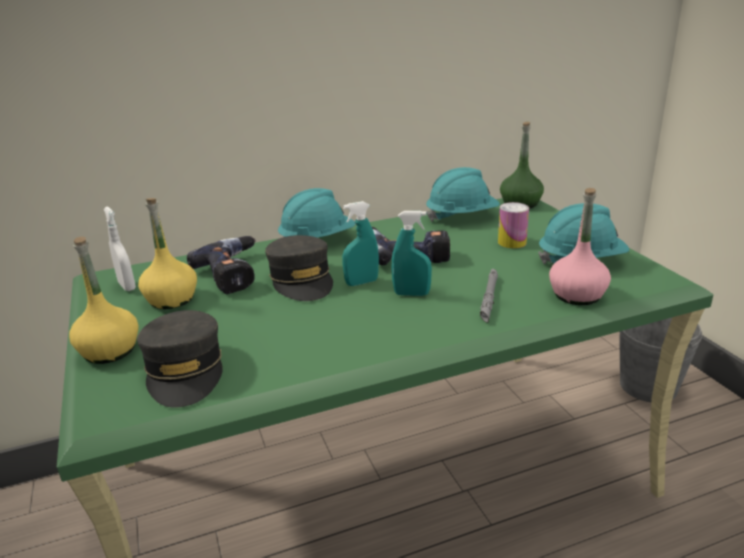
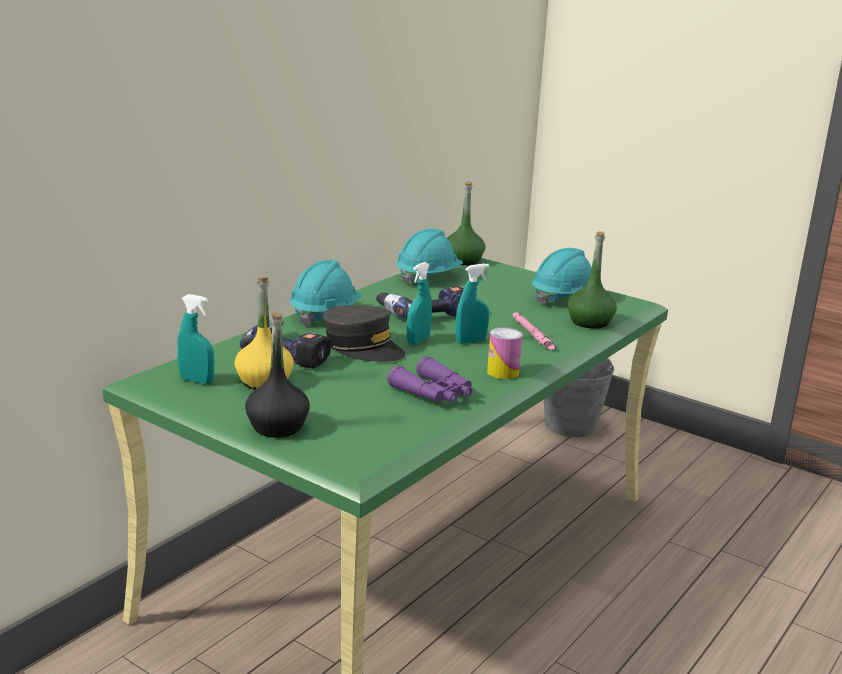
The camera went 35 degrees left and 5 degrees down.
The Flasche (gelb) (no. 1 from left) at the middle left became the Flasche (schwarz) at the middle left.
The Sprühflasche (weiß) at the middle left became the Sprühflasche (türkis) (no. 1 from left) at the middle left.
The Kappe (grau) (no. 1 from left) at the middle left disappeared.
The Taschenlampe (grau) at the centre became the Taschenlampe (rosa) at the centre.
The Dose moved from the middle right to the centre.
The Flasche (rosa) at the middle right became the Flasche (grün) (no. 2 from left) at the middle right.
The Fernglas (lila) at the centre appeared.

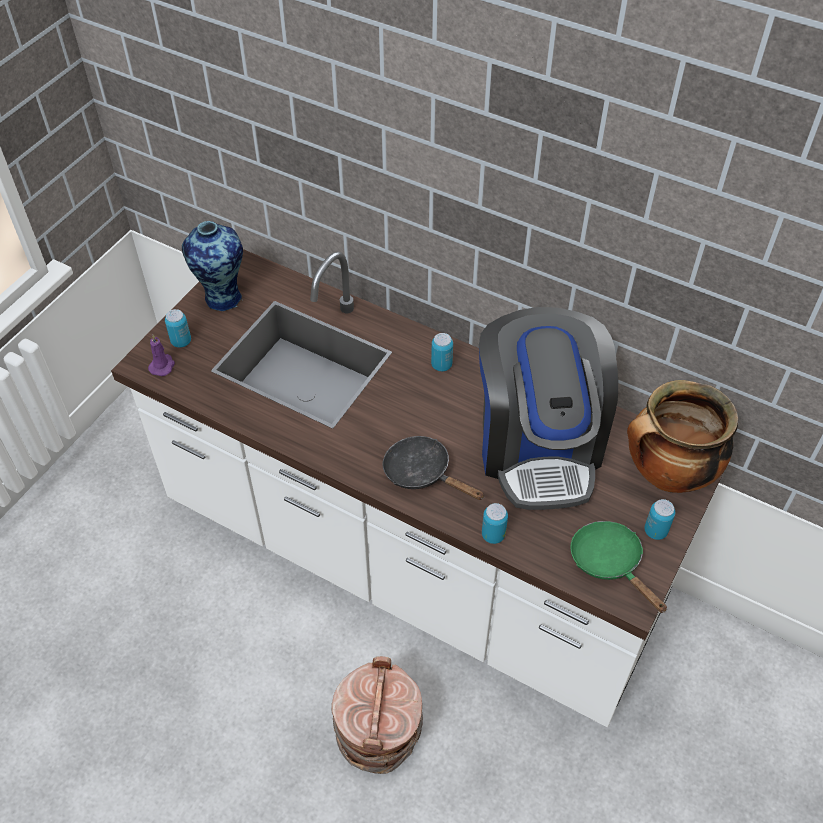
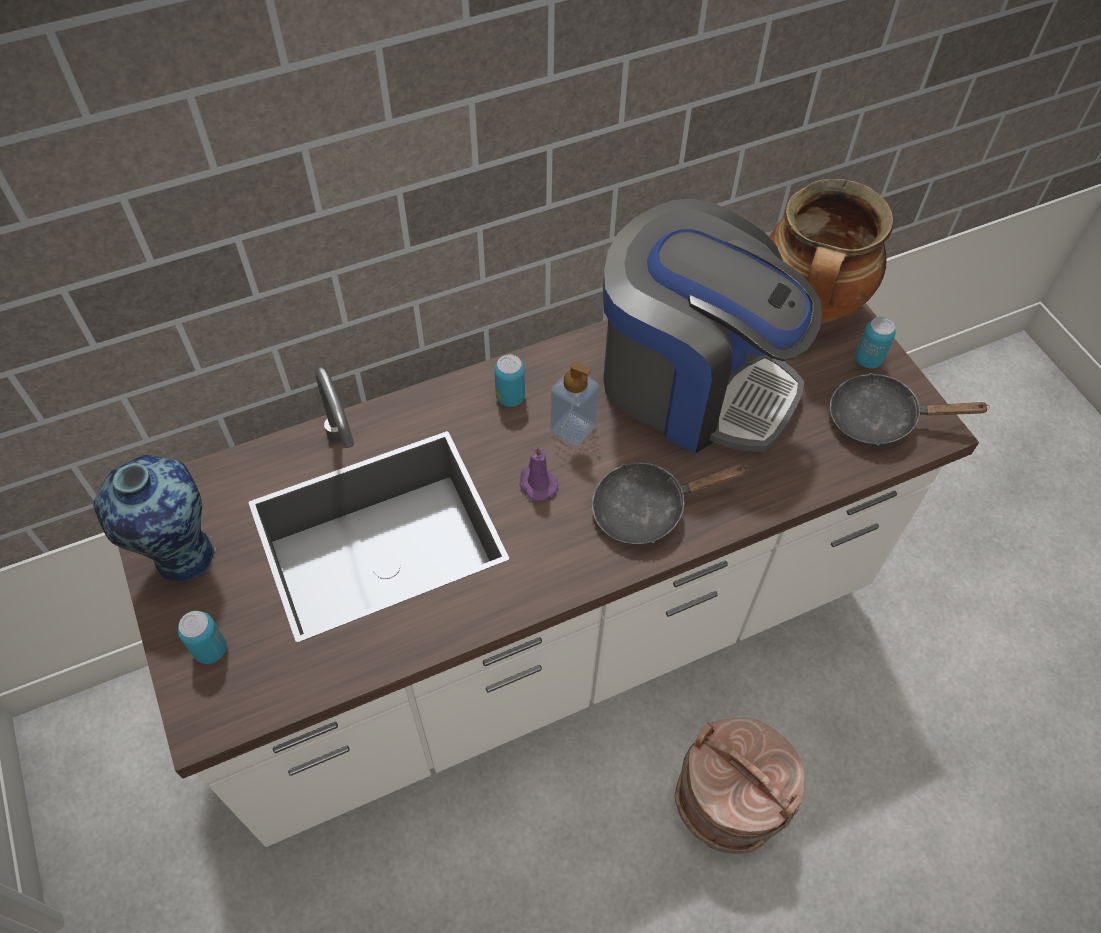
The camera went 55 degrees left and 5 degrees up.
The Kerze (lila) moved from the middle left to the centre.
The Dose (no. 3 from left) at the centre disappeared.
The Pfanne (grün) at the bottom right became the Pfanne (schwarz) (no. 2 from left) at the middle right.
The Seifenspender at the centre appeared.

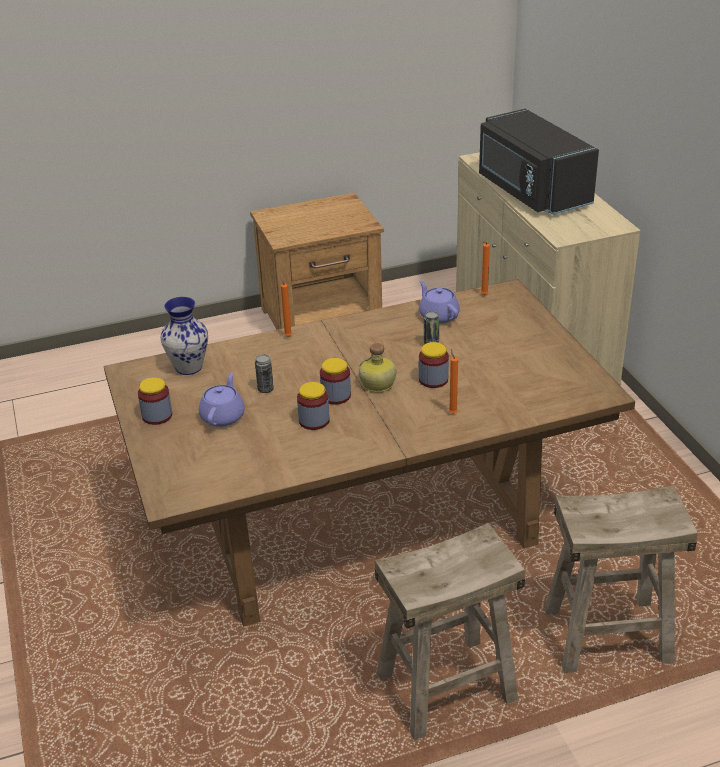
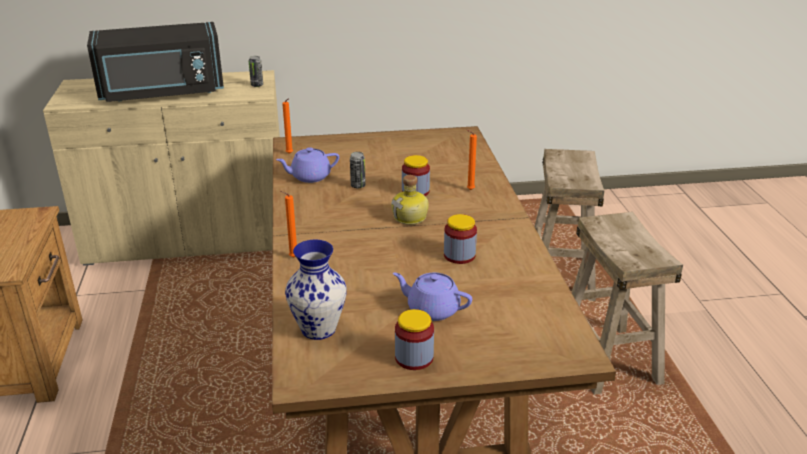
The camera went 80 degrees left and 5 degrees down.
The Dose (no. 1 from left) moved from the centre to the top left.
The Vorratsglas (no. 3 from left) at the centre disappeared.

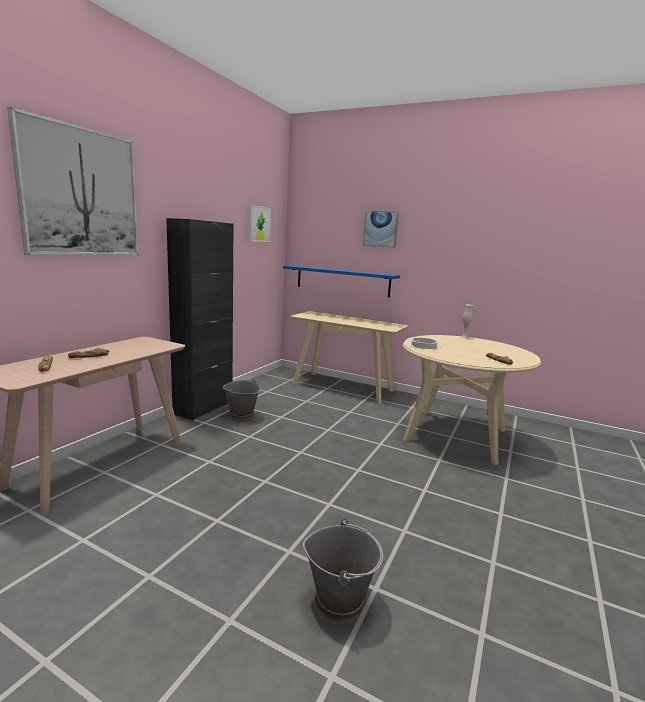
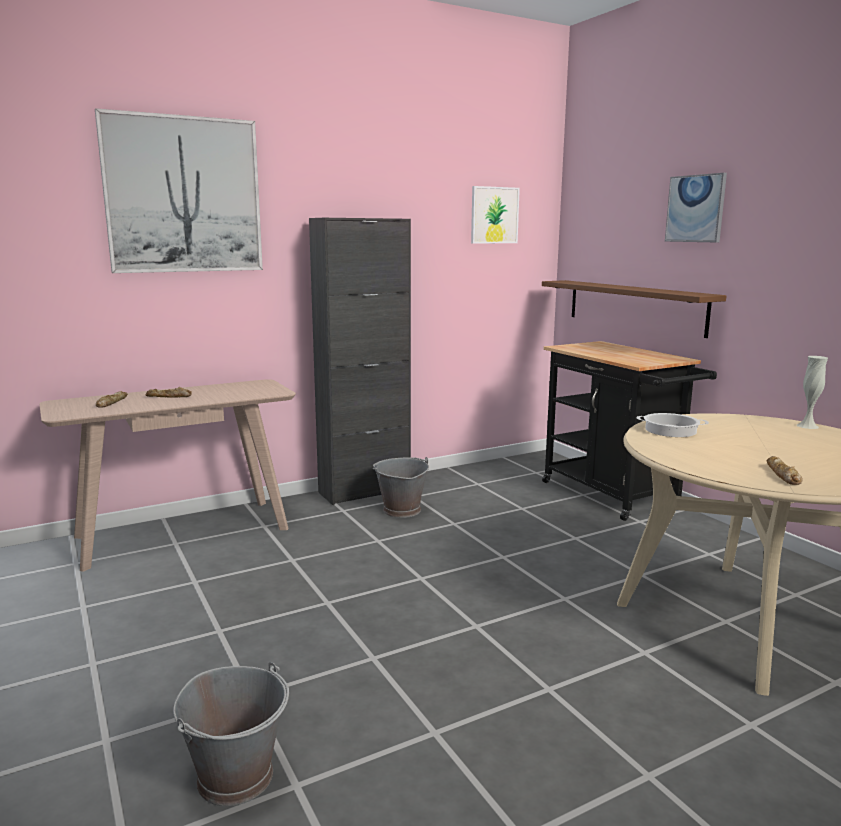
The camera went 35 degrees right and 0 degrees up.
The Wandregal (blau) at the centre became the Wandregal (braun) at the middle right.
The Konsolentisch (beige) (no. 2 from left) at the centre was replaced by the Rollwagen (schwarz) at the middle right.

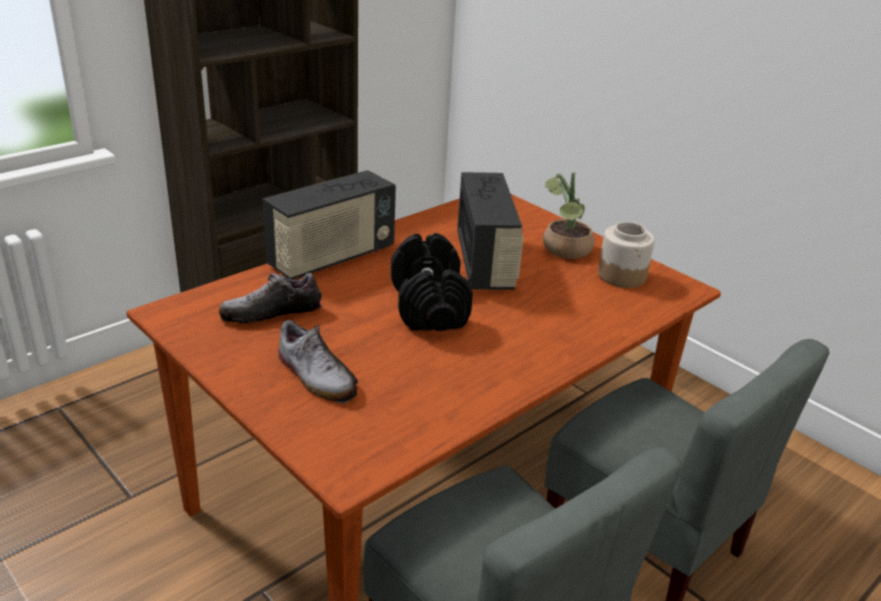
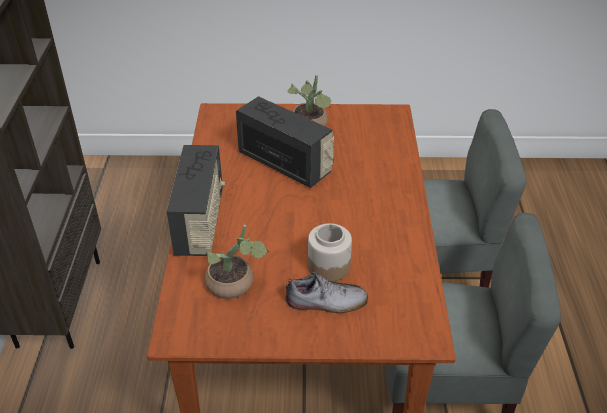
The camera went 45 degrees left and 10 degrees up.
The Schuh (no. 1 from left) at the middle left was replaced by the Topfpflanze (no. 1 from left) at the centre.
The Hantel (schwarz) at the centre disappeared.
The Vorratsglas moved from the middle right to the centre.

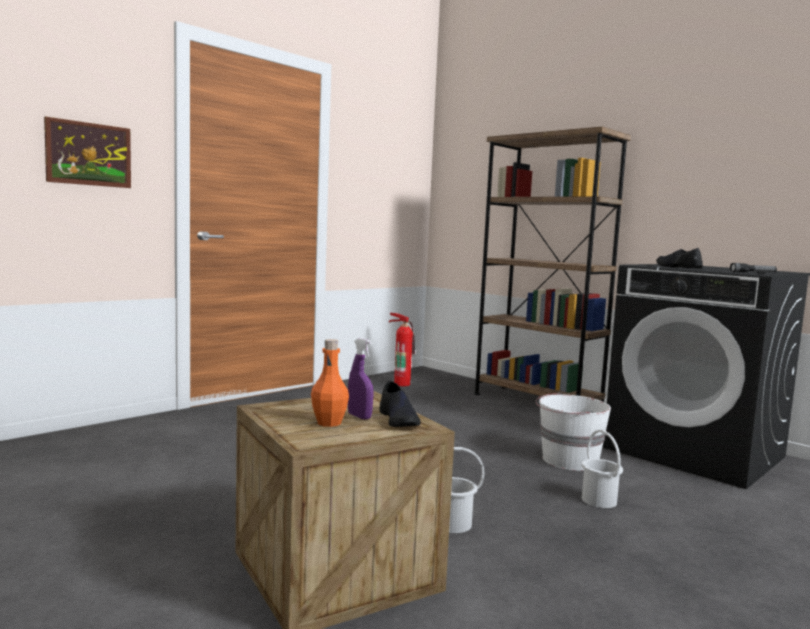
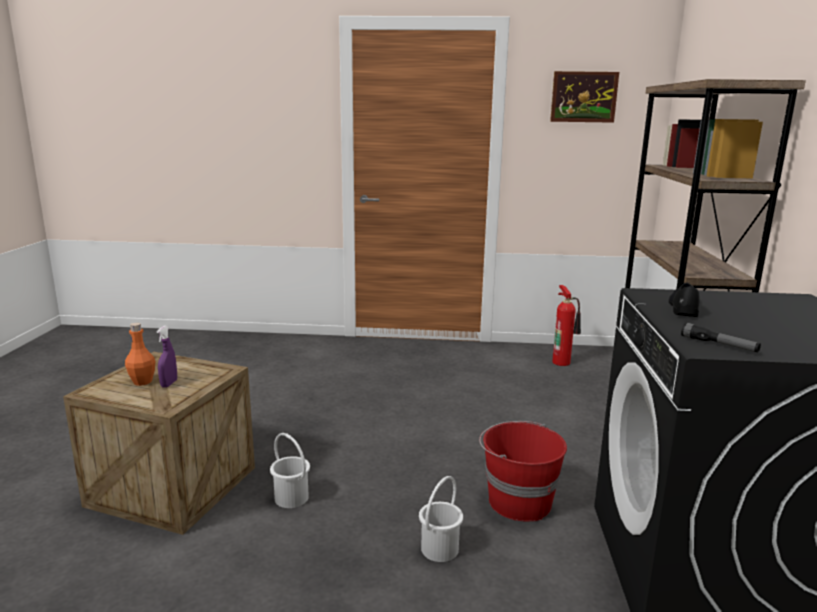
The camera went 50 degrees right and 10 degrees up.
The Bild moved from the top left to the top right.
The Schuh (schwarz) (no. 1 from left) at the centre disappeared.
The Eimer (weiß) (no. 2 from left) at the bottom right became the Eimer (rot) at the bottom centre.

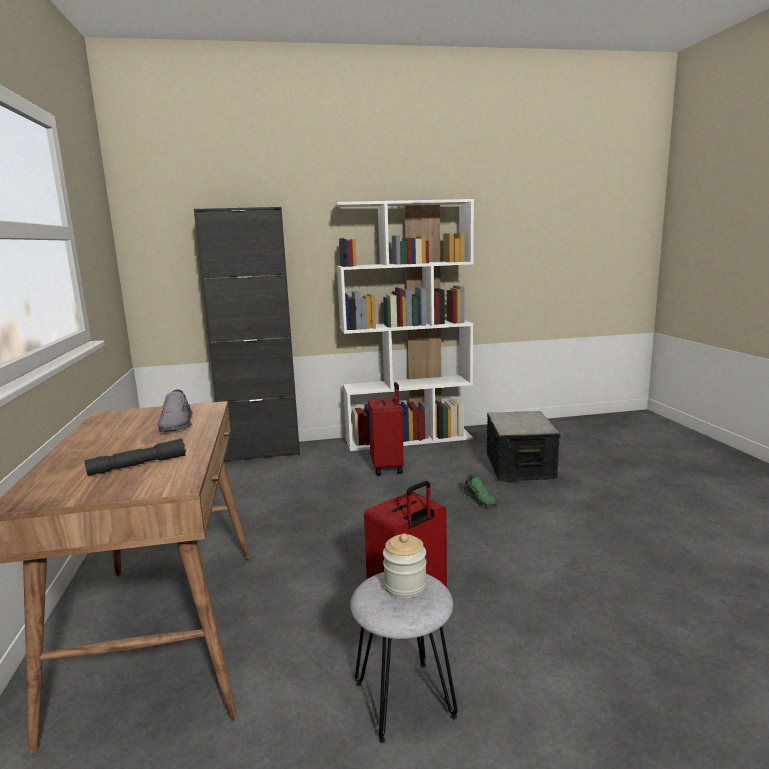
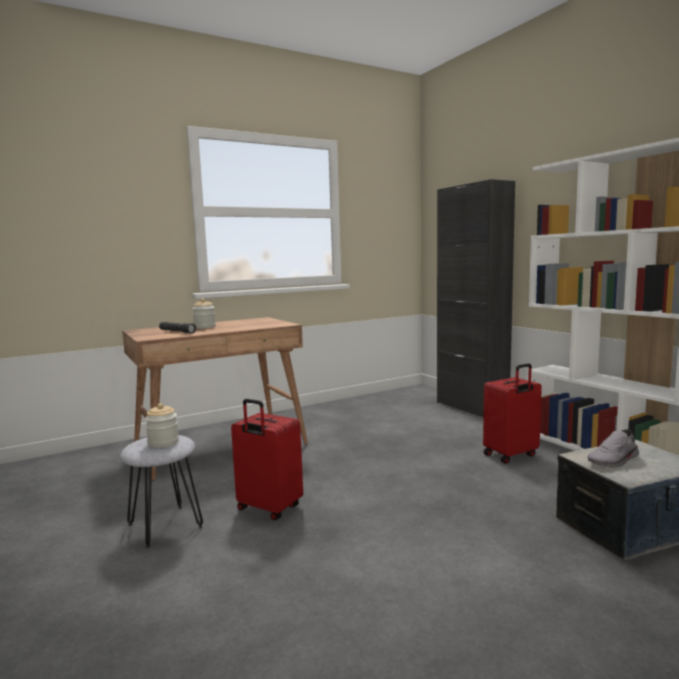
The camera went 70 degrees right and 5 degrees down.
The Schuh (grau) moved from the middle left to the middle right.
The Schuh (grün) at the centre disappeared.
The Vorratsglas (no. 2 from left) at the middle left appeared.

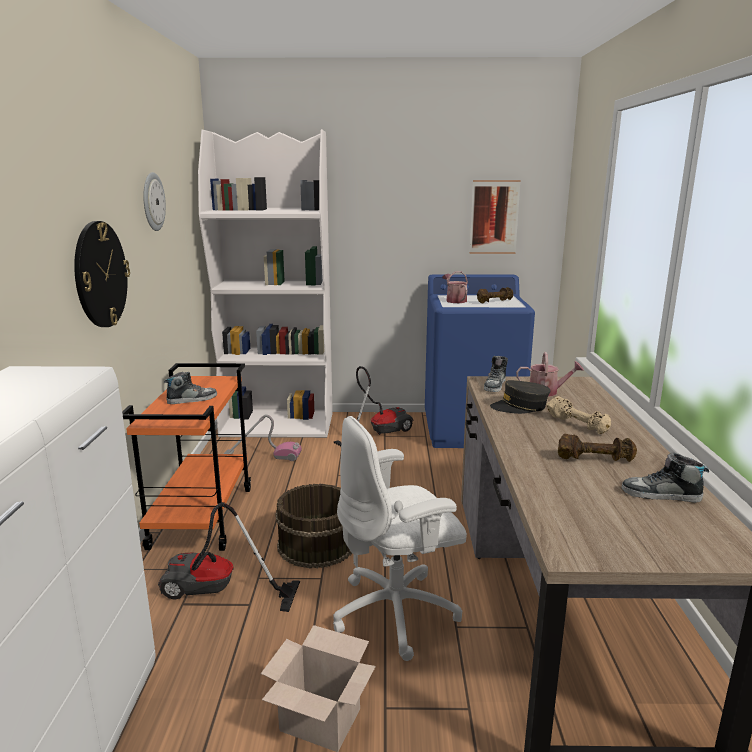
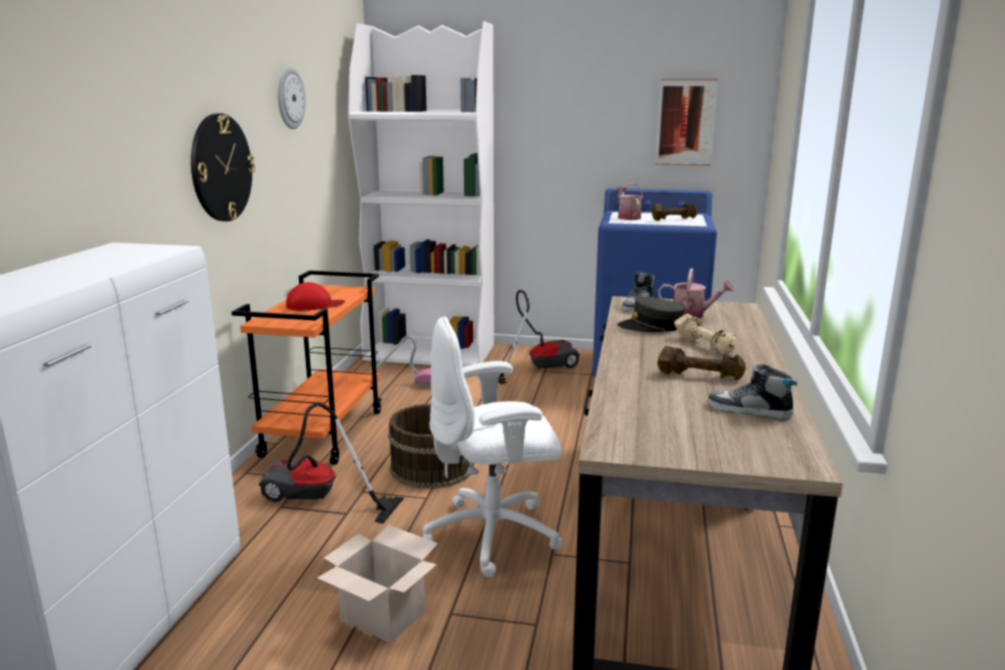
The camera went 10 degrees right and 0 degrees up.
The Schuh (no. 1 from left) at the middle left was replaced by the Kappe (rot) at the middle left.

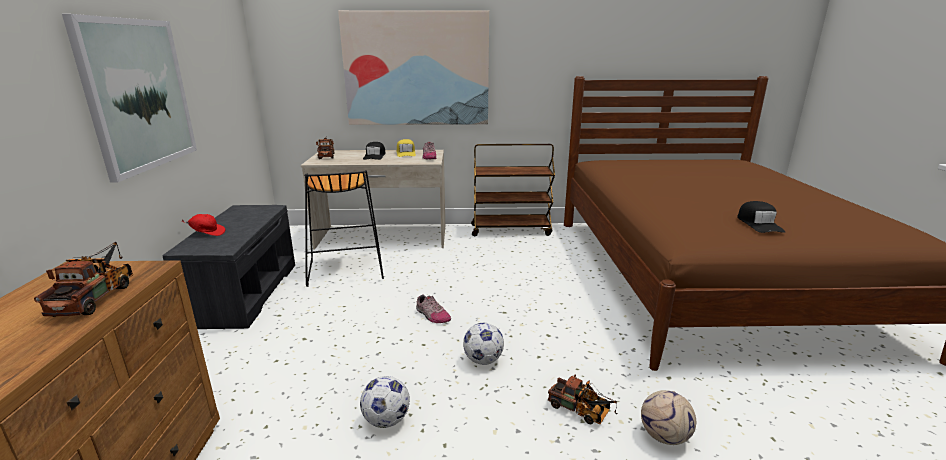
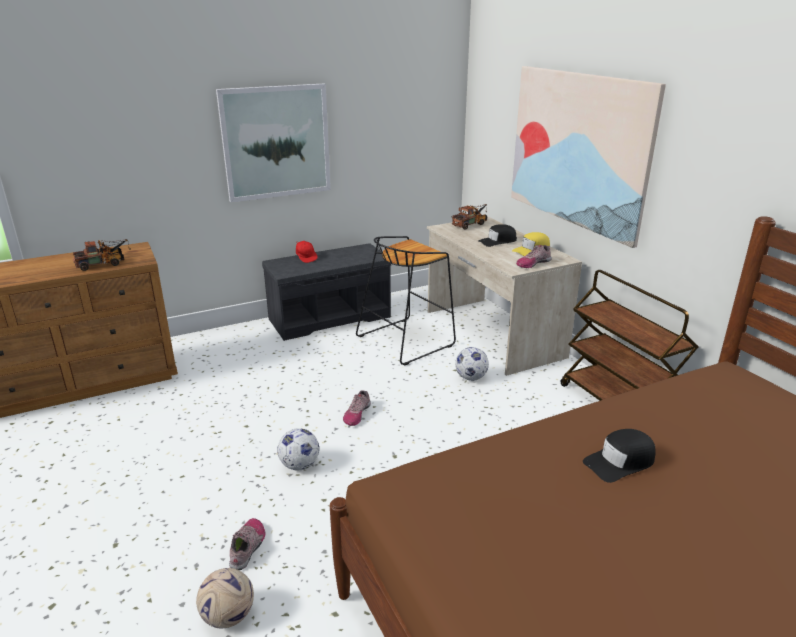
The camera went 65 degrees right and 5 degrees up.
The Fußball (no. 1 from left in the first image) moved from the bottom centre to the centre.
The Spielzeuglaster (no. 3 from left) at the bottom centre was replaced by the Schuh (no. 1 from left) at the bottom left.
The Kappe (schwarz) (no. 2 from left) moved from the middle right to the bottom right.

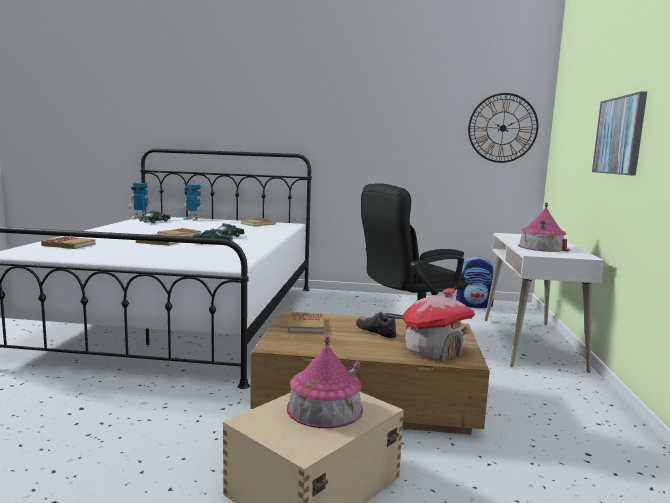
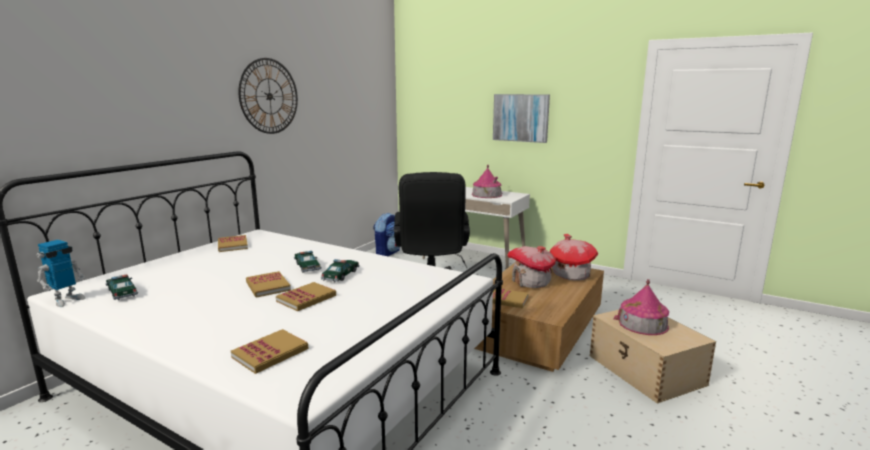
The camera went 65 degrees left and 5 degrees up.
The Spielzeugroboter (no. 2 from left) at the middle left disappeared.
The Schuh at the centre was replaced by the Spielzeughaus (no. 2 from left) at the centre.
The Wanduhr moved from the top right to the top left.

